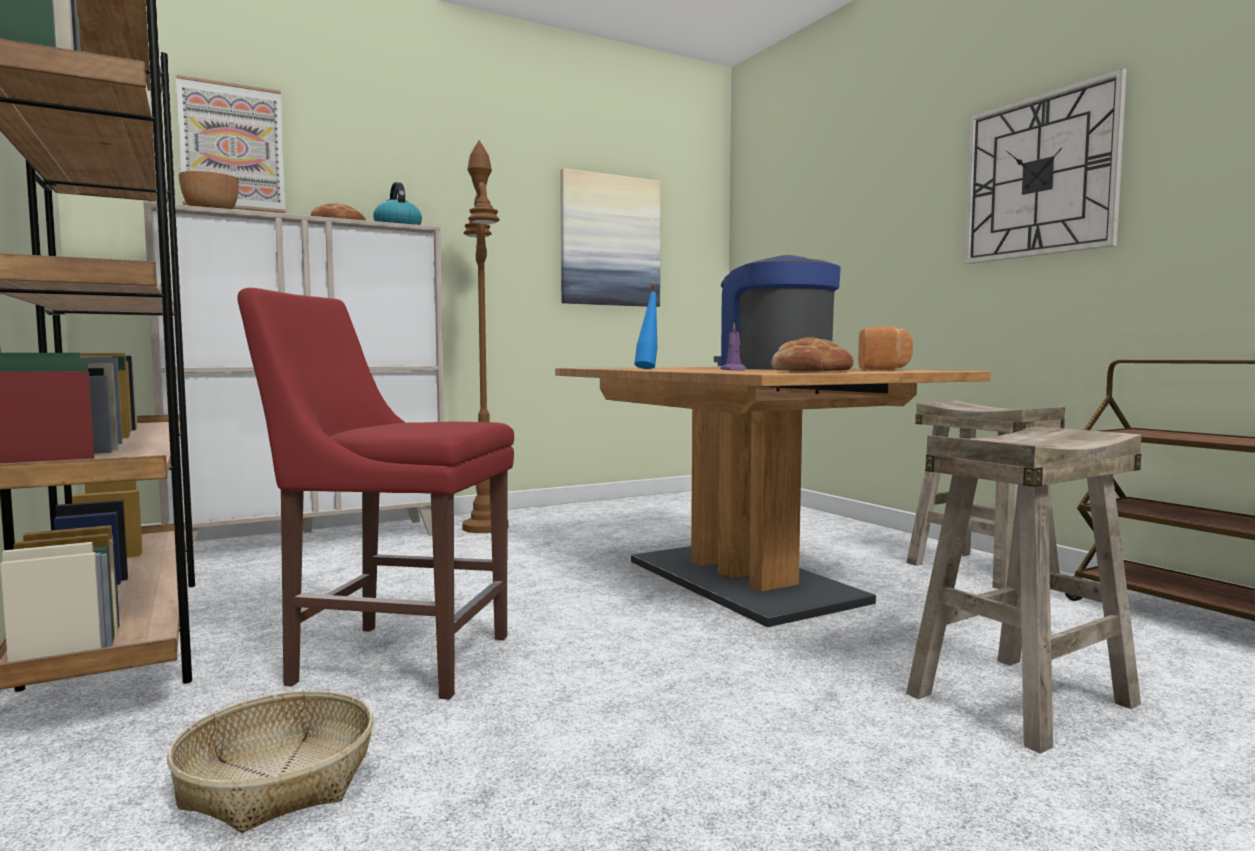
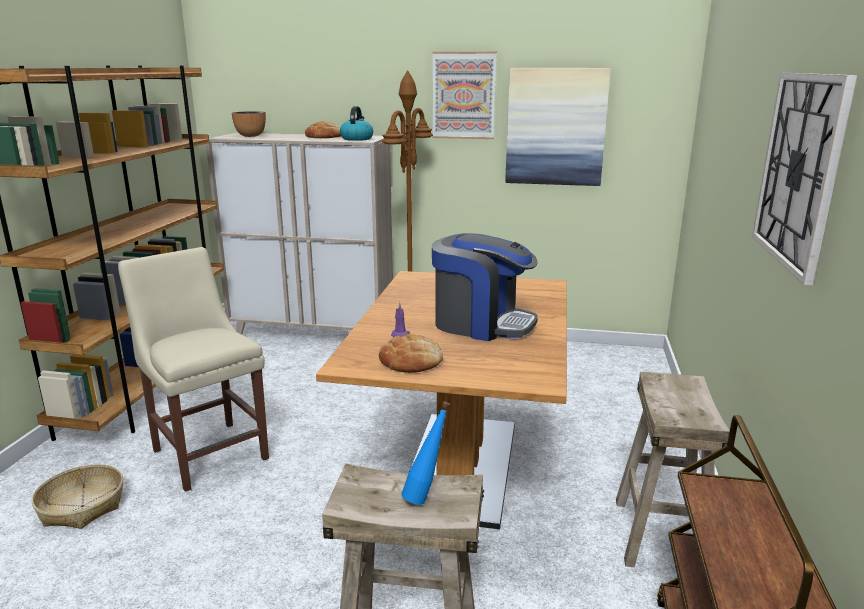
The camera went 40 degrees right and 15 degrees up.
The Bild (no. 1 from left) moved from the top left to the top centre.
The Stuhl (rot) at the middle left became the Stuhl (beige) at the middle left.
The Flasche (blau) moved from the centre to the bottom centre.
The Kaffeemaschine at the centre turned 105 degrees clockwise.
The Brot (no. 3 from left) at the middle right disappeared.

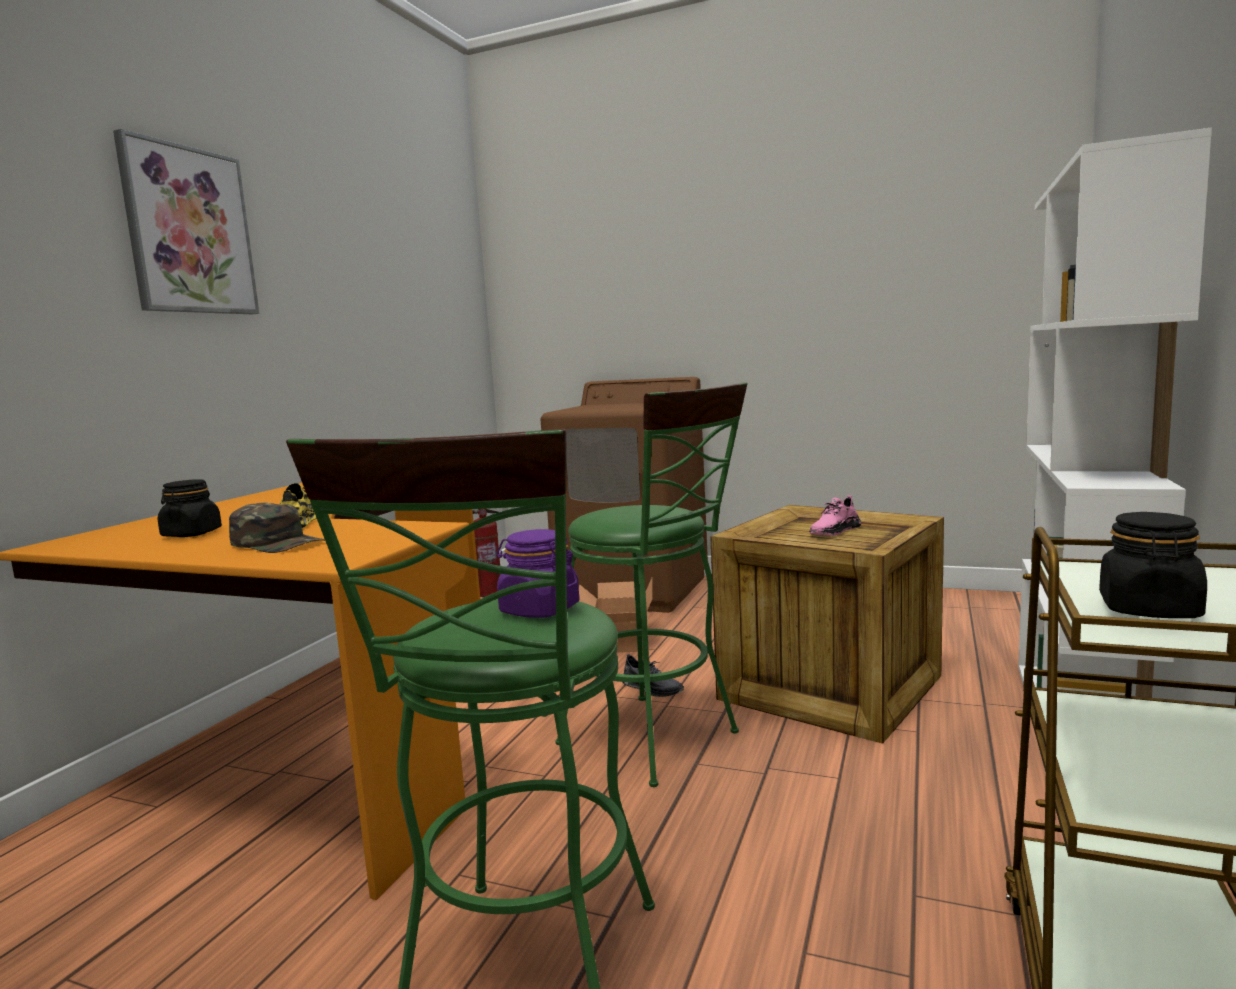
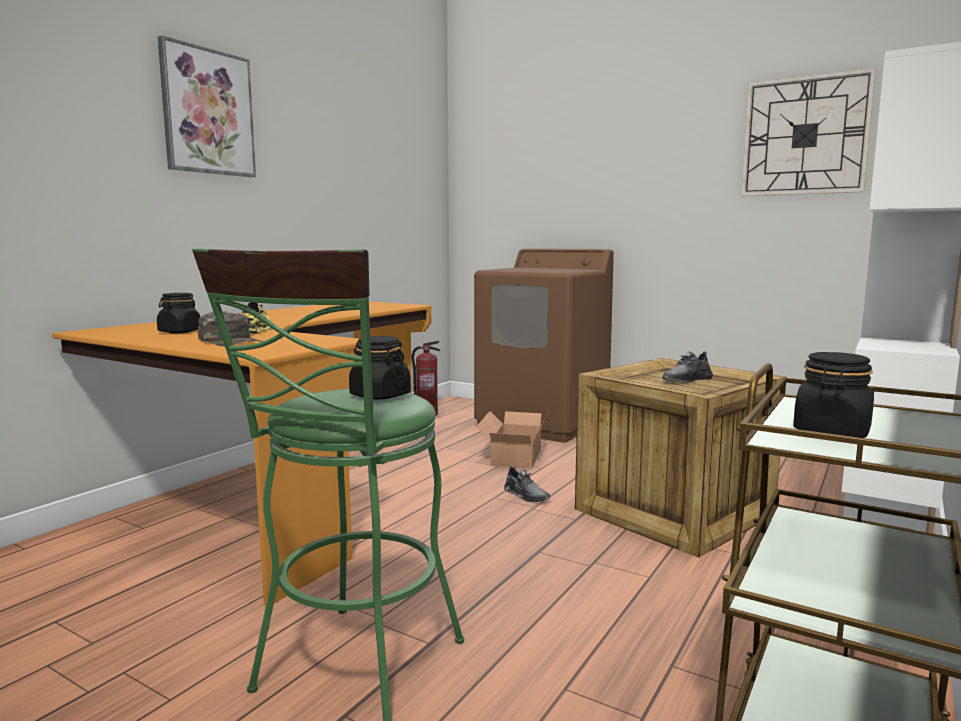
The camera went 10 degrees right and 0 degrees up.
The Vorratsglas (lila) at the centre became the Vorratsglas (schwarz) (no. 2 from left) at the centre.
The Hocker (grün) (no. 2 from left) at the centre disappeared.
The Schuh (rosa) at the middle right became the Schuh (grau) (no. 2 from left) at the middle right.
The Wanduhr at the top right appeared.

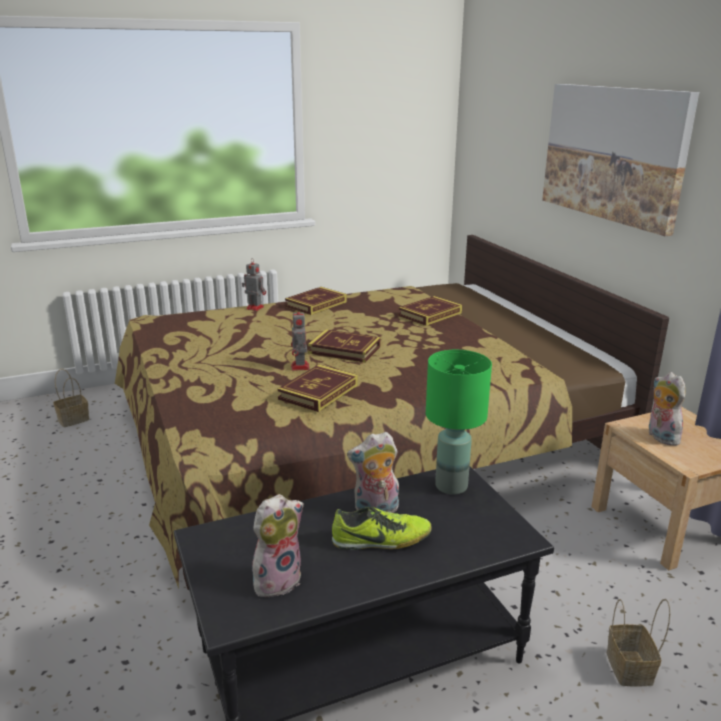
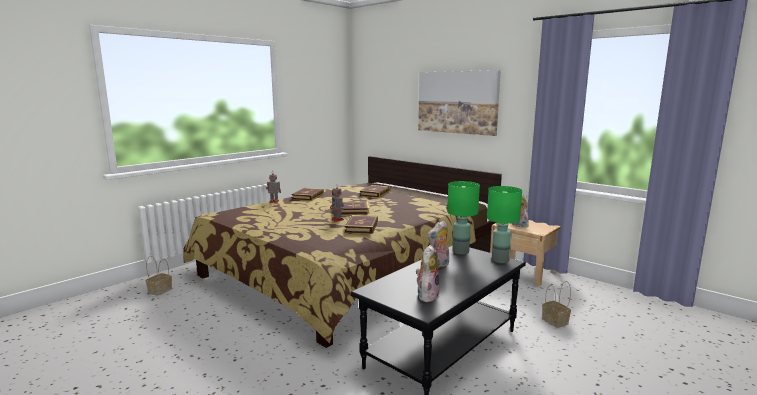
The camera went 25 degrees left and 10 degrees down.
The Schuh at the bottom centre disappeared.
The Tischlampe (grün) (no. 2 from left) at the centre appeared.

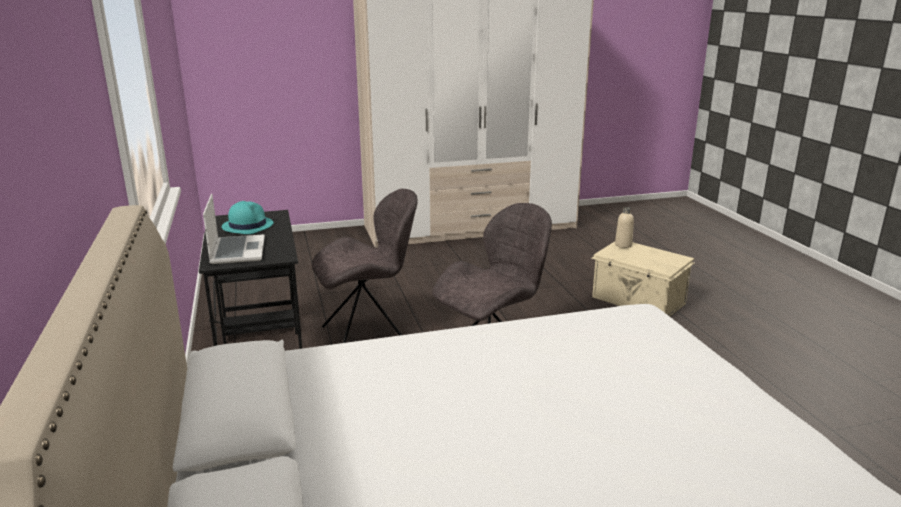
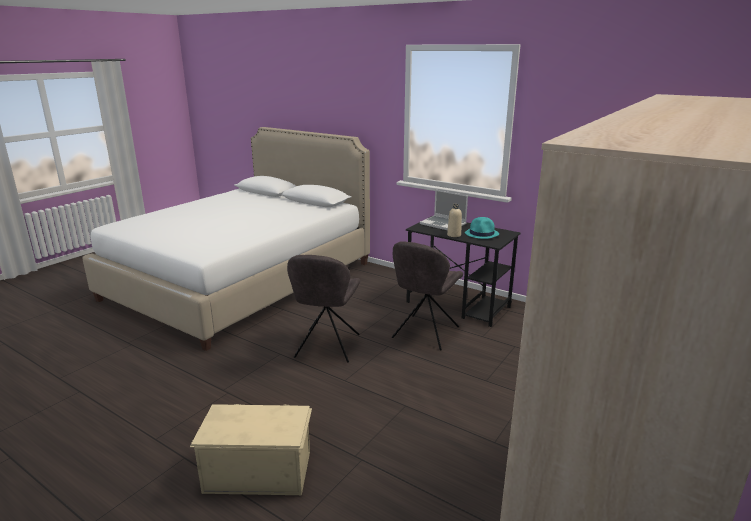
The camera went 140 degrees right and 0 degrees up.
The Flasche (beige) moved from the middle right to the centre.

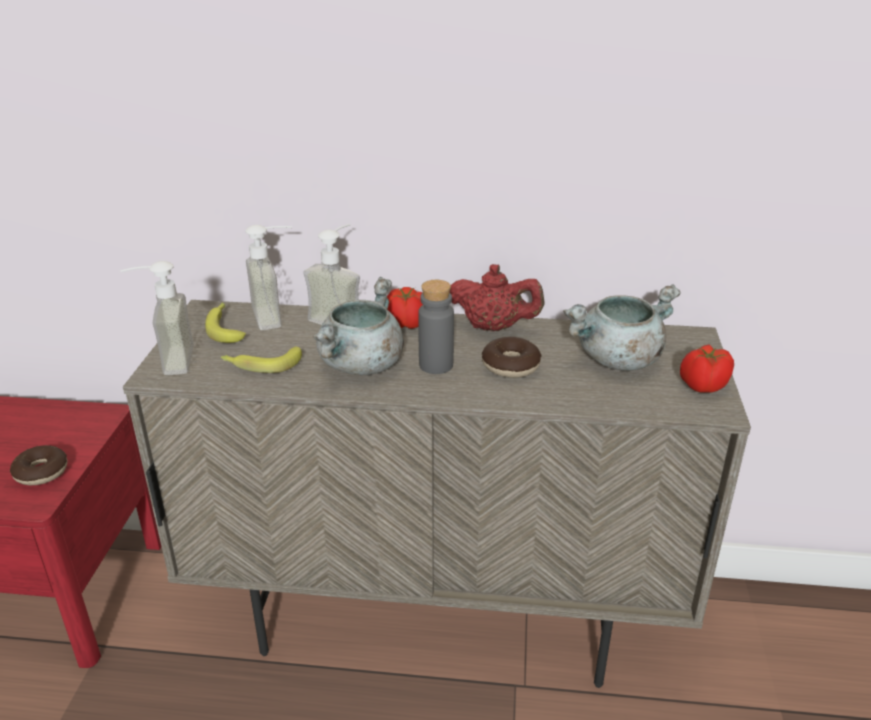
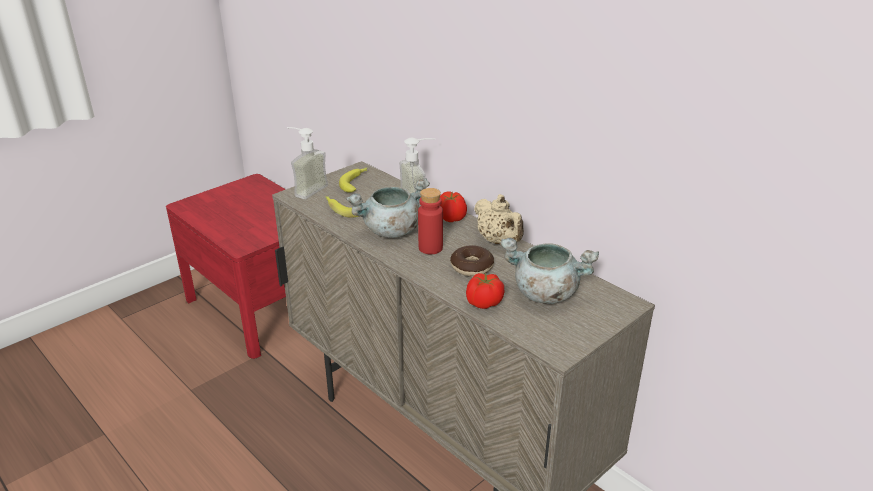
The camera went 40 degrees right and 0 degrees up.
The Donut (no. 1 from left) at the middle left disappeared.
The Seifenspender (no. 2 from left) at the middle left disappeared.
The Flasche (grau) at the centre became the Flasche (rot) at the centre.
The Teekanne (rot) at the centre became the Teekanne (beige) at the centre.
The Tomate (no. 2 from left) moved from the middle right to the centre.

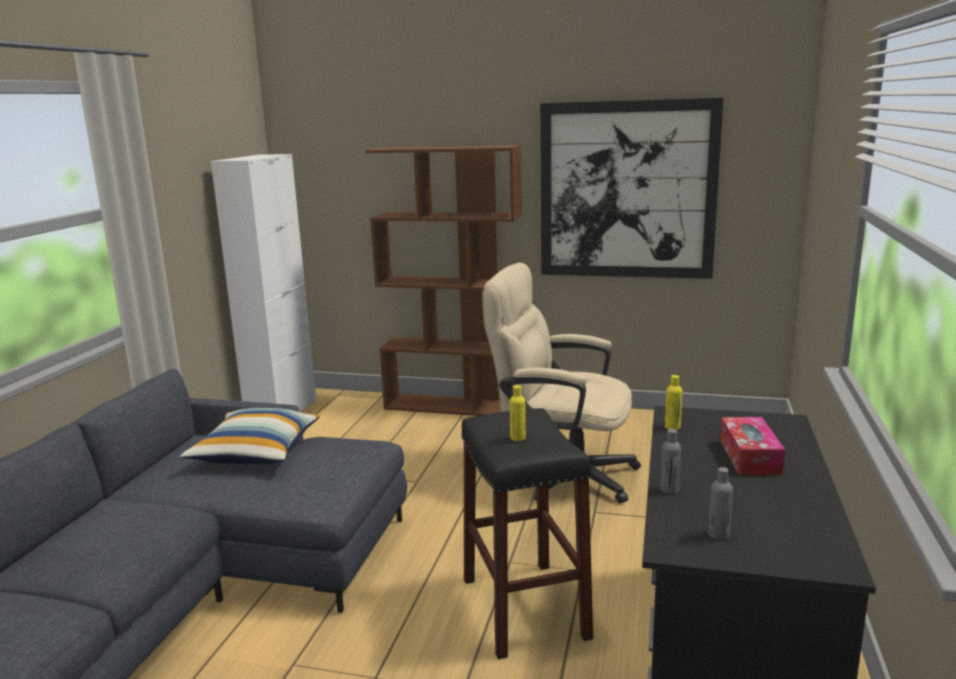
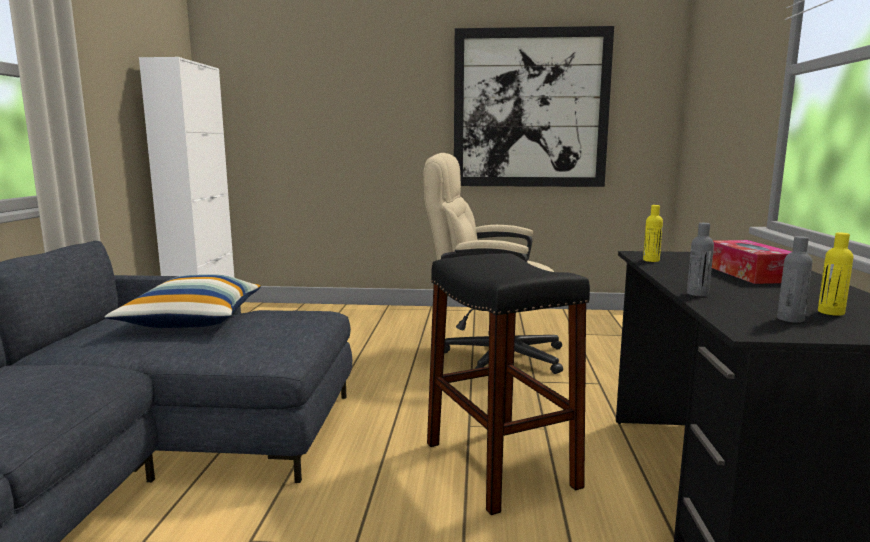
The camera went 10 degrees left and 5 degrees down.
The Bücherregal (braun) at the centre disappeared.
The Flasche (gelb) (no. 1 from left in the first image) moved from the centre to the middle right.

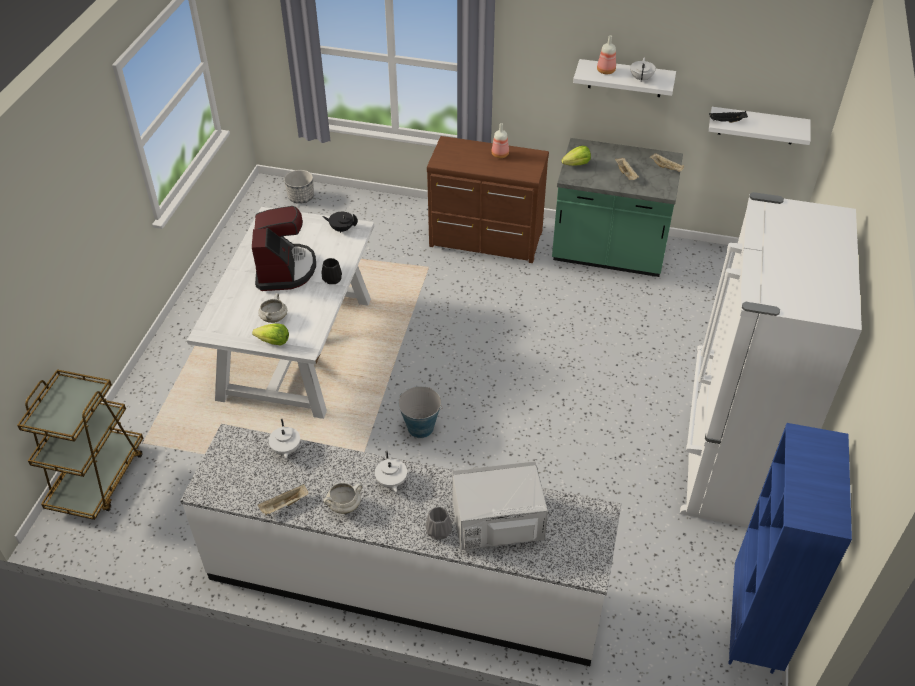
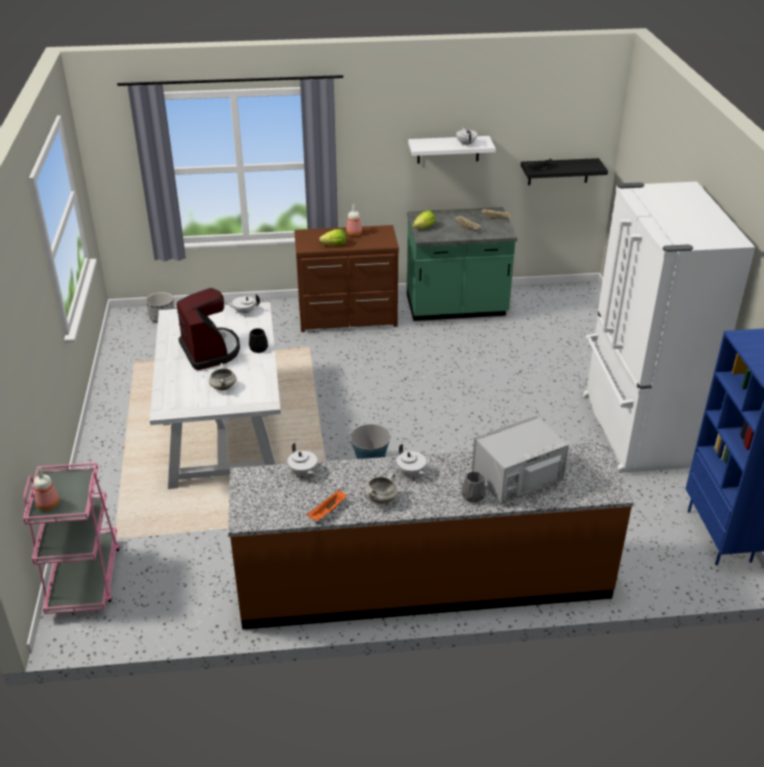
The camera went 20 degrees left and 10 degrees down.
The Rollwagen (braun) at the middle left became the Rollwagen (rosa) at the bottom left.
The Küchenzeile (weiß) at the bottom centre became the Küchenzeile (braun) at the bottom centre.
The Salatkopf (no. 1 from left) moved from the middle left to the top centre.
The Tablett (beige) (no. 1 from left) at the bottom left became the Tablett (orange) at the centre.
The Teekanne (schwarz) at the top centre became the Teekanne (weiß) (no. 1 from left) at the middle left.
The Flasche (no. 2 from left in the first image) moved from the top centre to the middle left.
The Wandregal (weiß) (no. 2 from left) at the top right became the Wandregal (schwarz) at the top right.

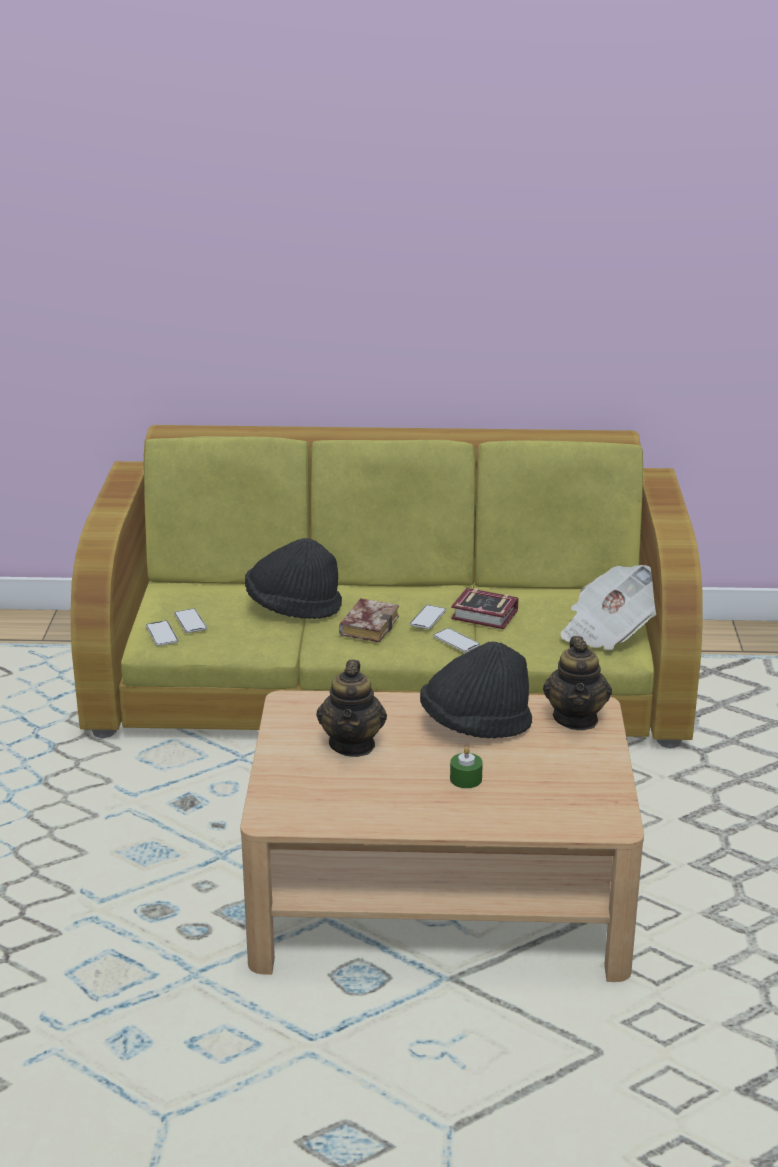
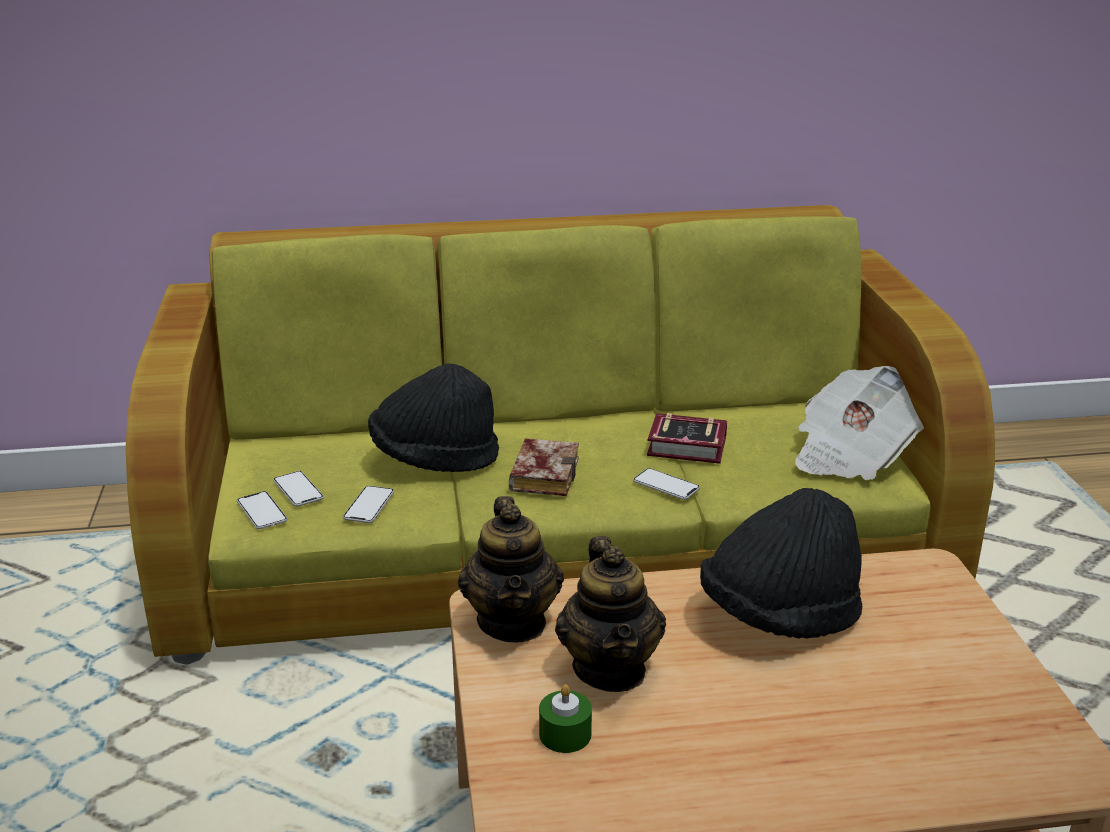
The camera went 10 degrees left and 0 degrees up.
The Handy (no. 3 from left) moved from the centre to the middle left.
The Kerze (grün) moved from the centre to the bottom centre.
The Teekanne (no. 2 from left in the first image) moved from the middle right to the bottom centre.

